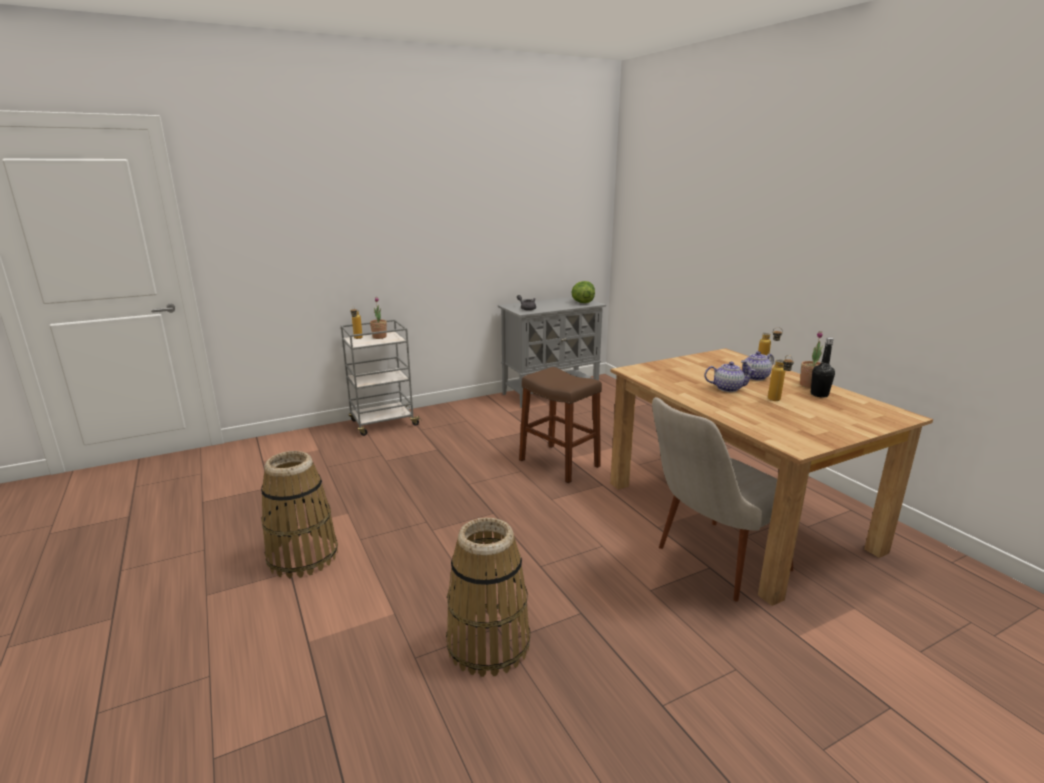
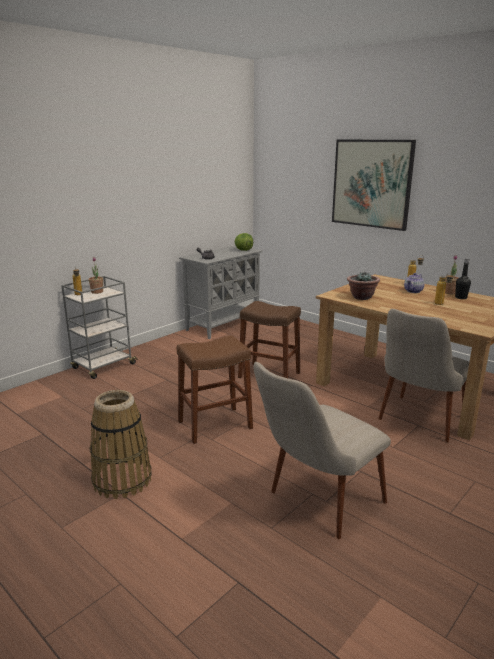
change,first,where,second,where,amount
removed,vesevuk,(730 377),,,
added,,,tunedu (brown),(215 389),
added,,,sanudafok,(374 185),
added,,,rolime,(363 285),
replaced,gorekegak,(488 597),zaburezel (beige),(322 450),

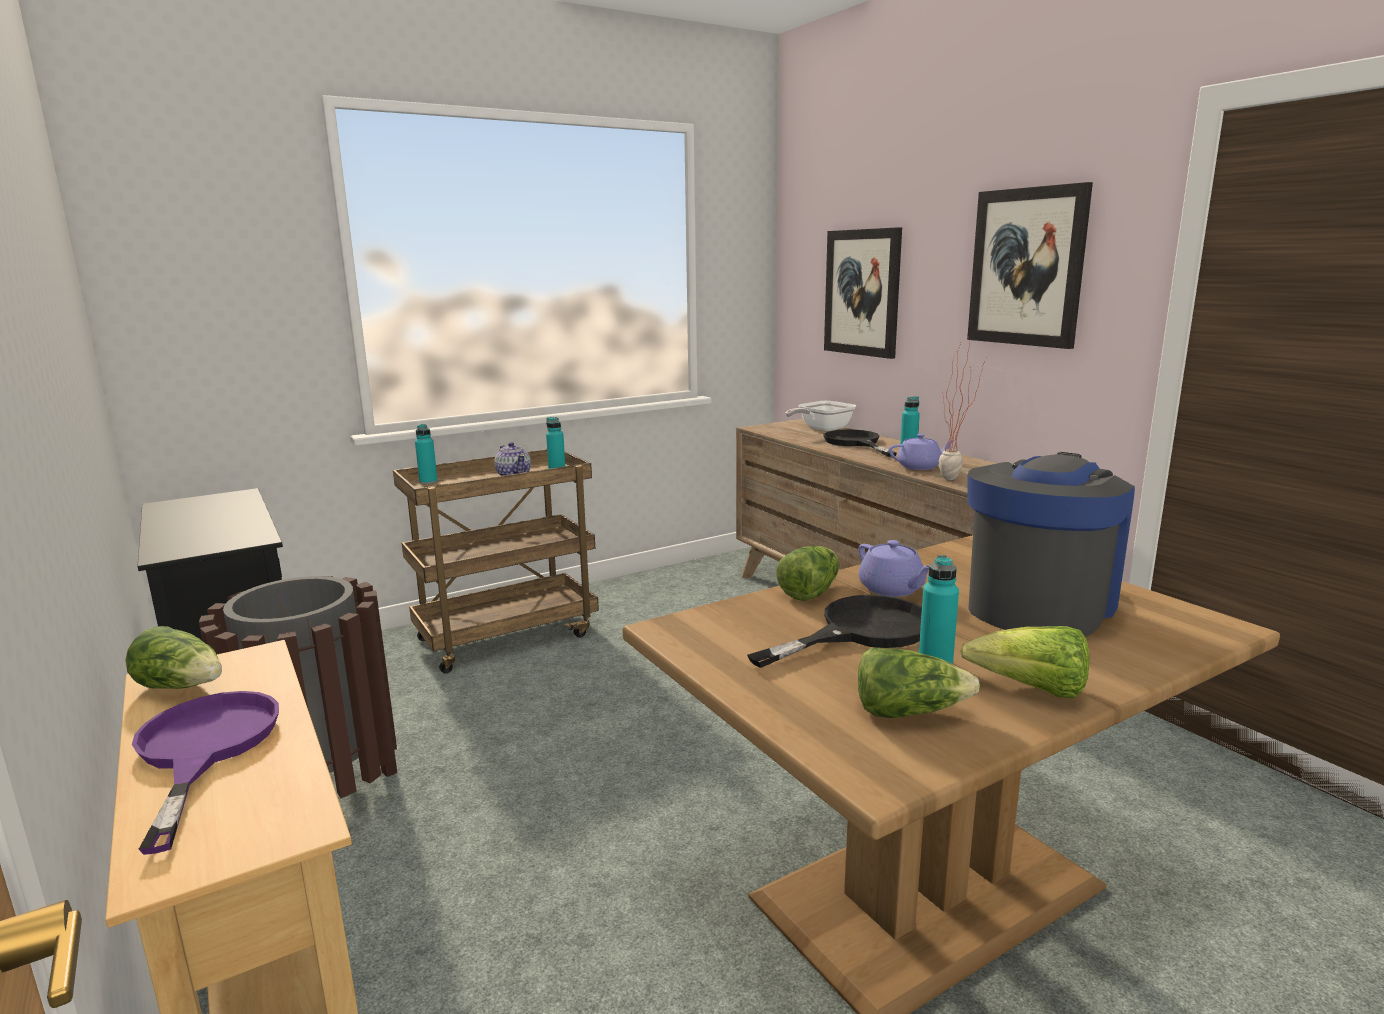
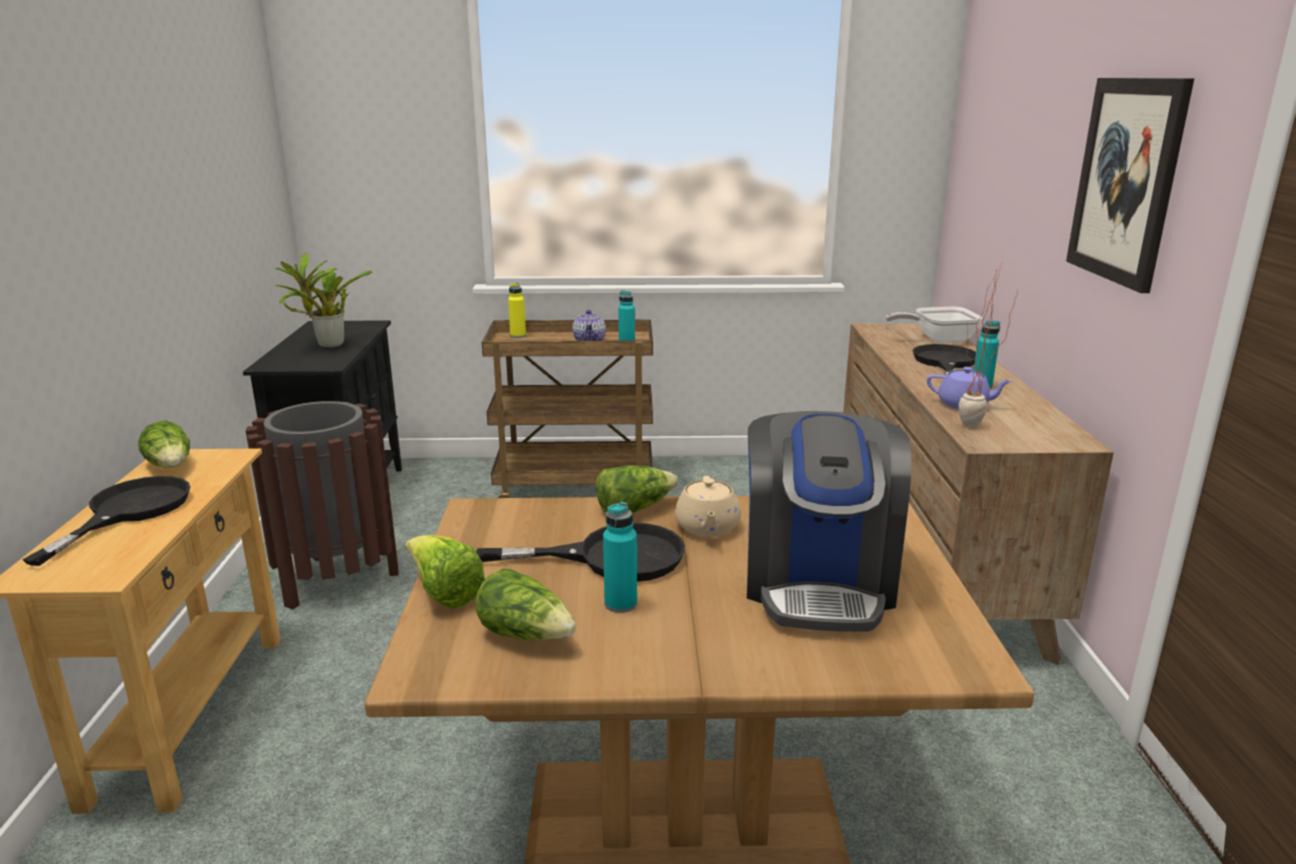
change,first,where,second,where,amount
removed,sanudafok,(863 293),,,
added,,,rolime,(324 300),
moved,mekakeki,(1025 662),,(445 572),
recoloured,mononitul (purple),(205 773),mononitul (black),(106 521),
recoloured,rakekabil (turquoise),(426 454),rakekabil (yellow),(517 310),
recoloured,vesevuk (purple),(894 568),vesevuk (beige),(708 506),
turned,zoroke,(1051 544),,(829 521),120 degrees clockwise

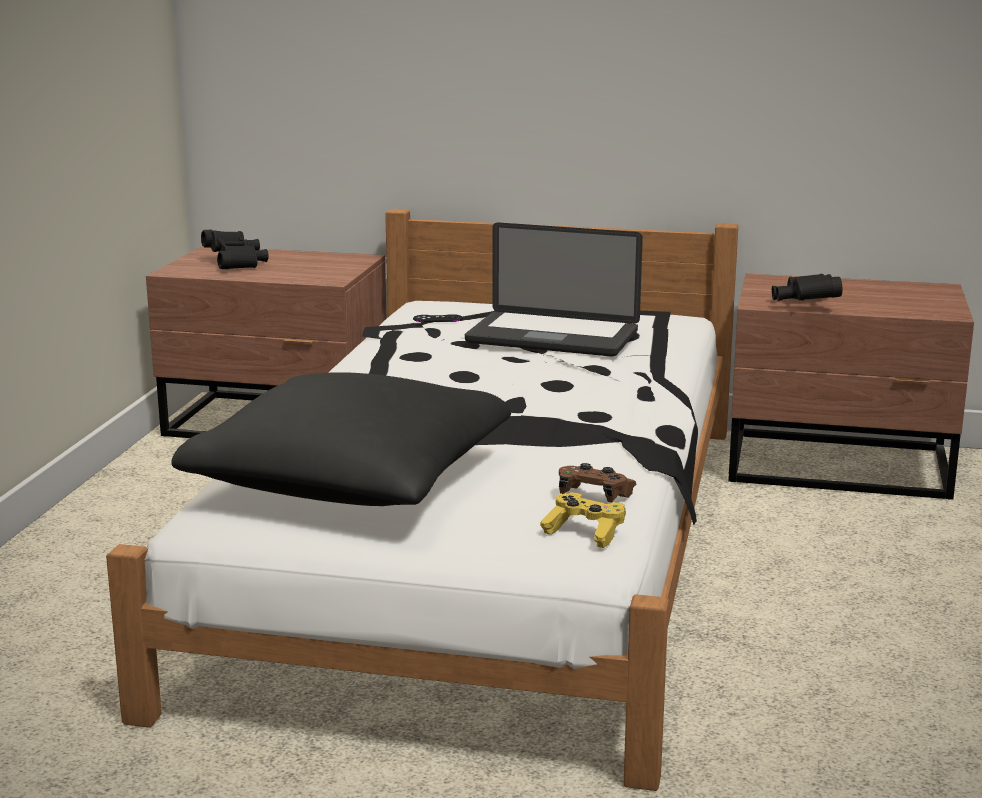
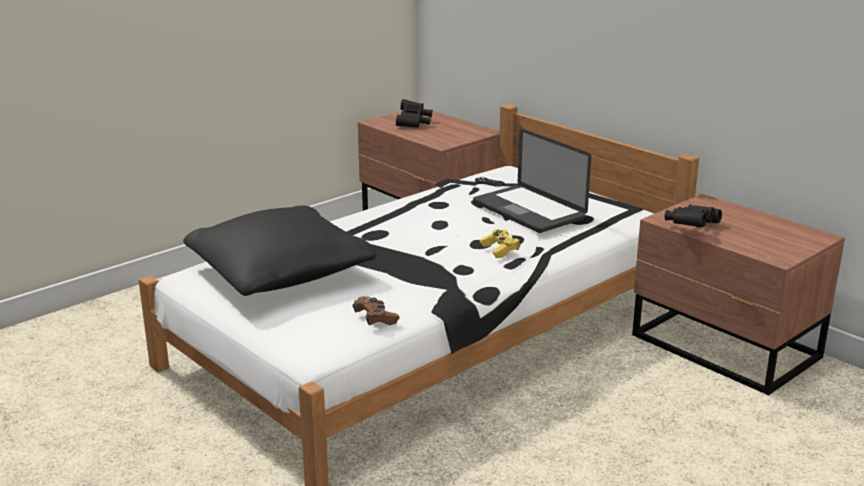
change,first,where,second,where,amount
moved,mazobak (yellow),(582 520),,(500 243),

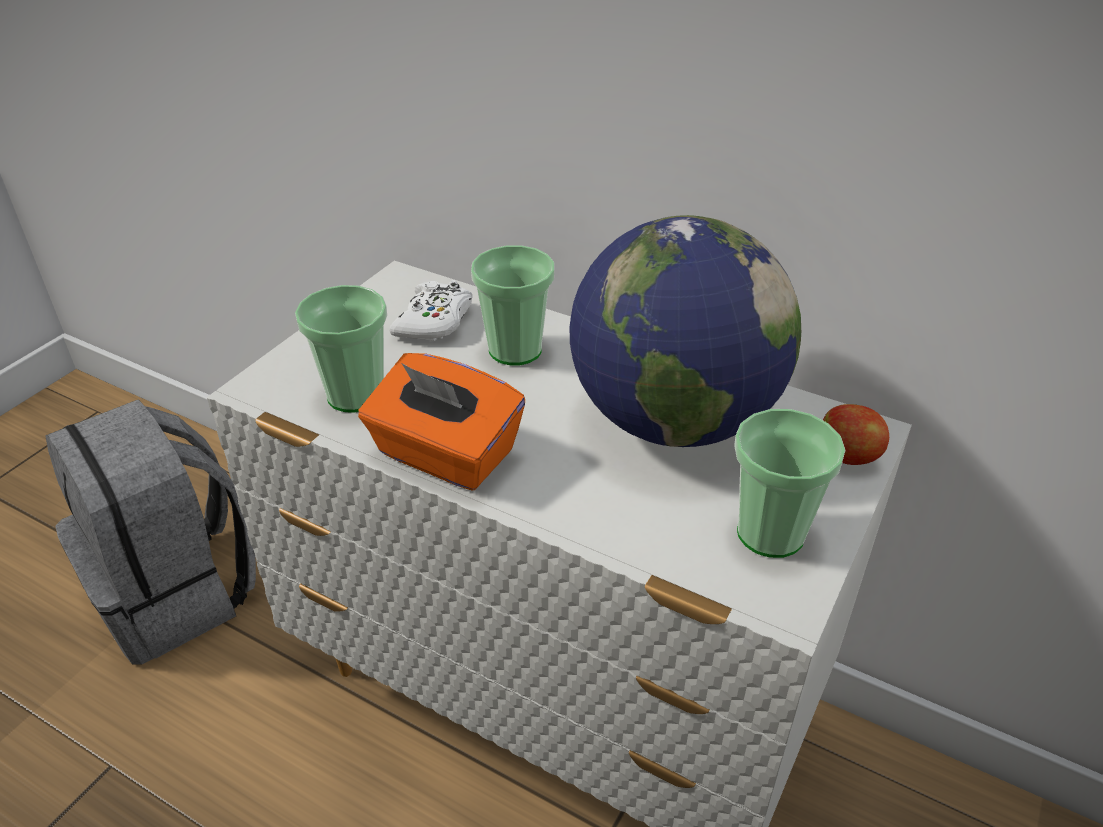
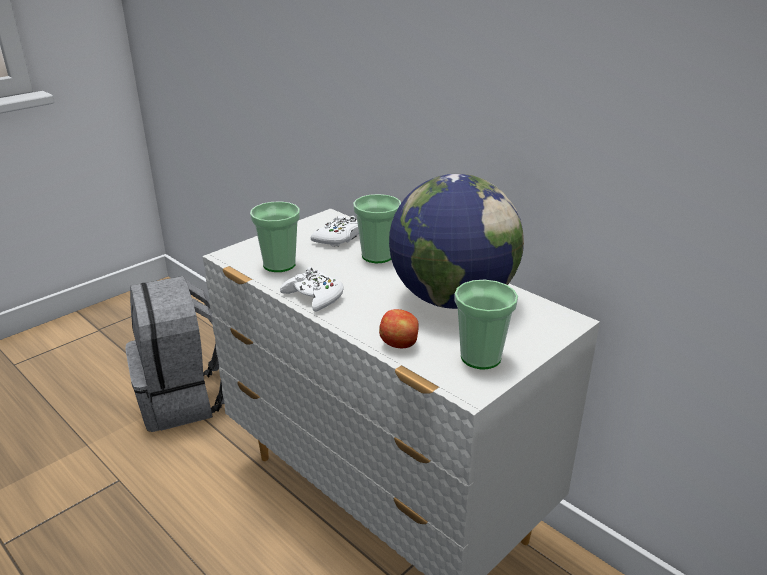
change,first,where,second,where,amount
moved,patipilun,(856 434),,(399 328),
replaced,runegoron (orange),(441 421),mazobak (white),(312 289),

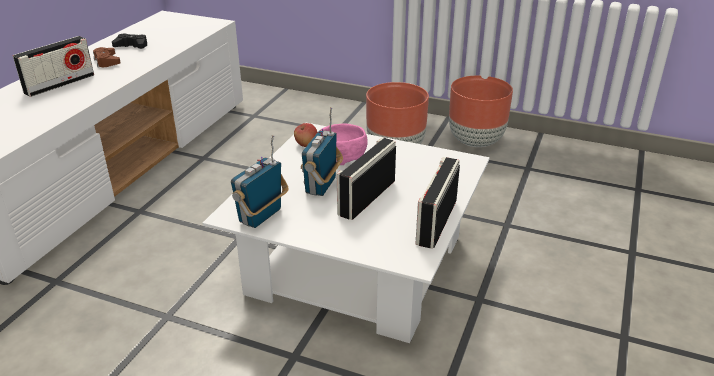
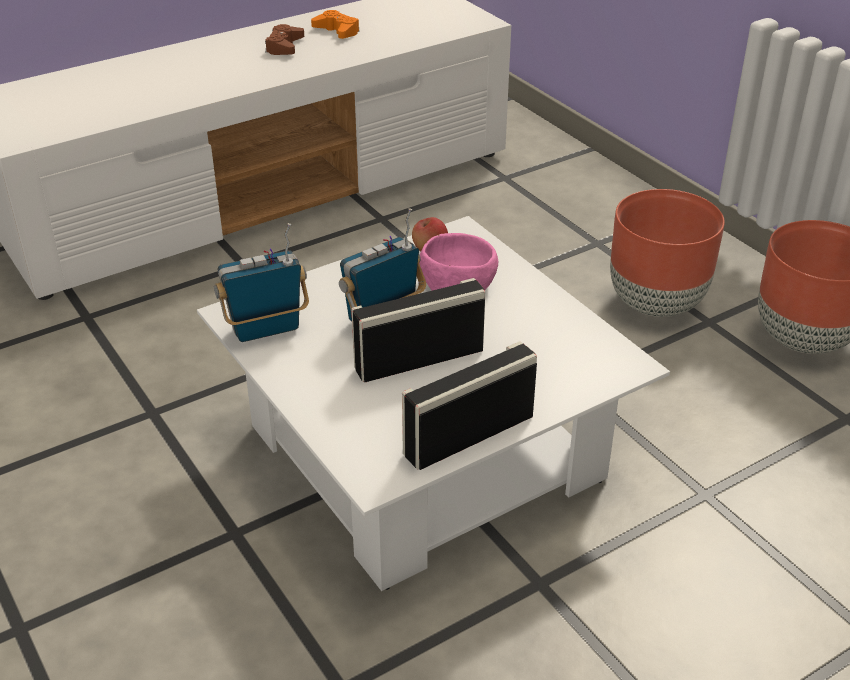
change,first,where,second,where,amount
removed,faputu,(53 66),,,
recoloured,mazobak (black),(129 41),mazobak (orange),(335 24),

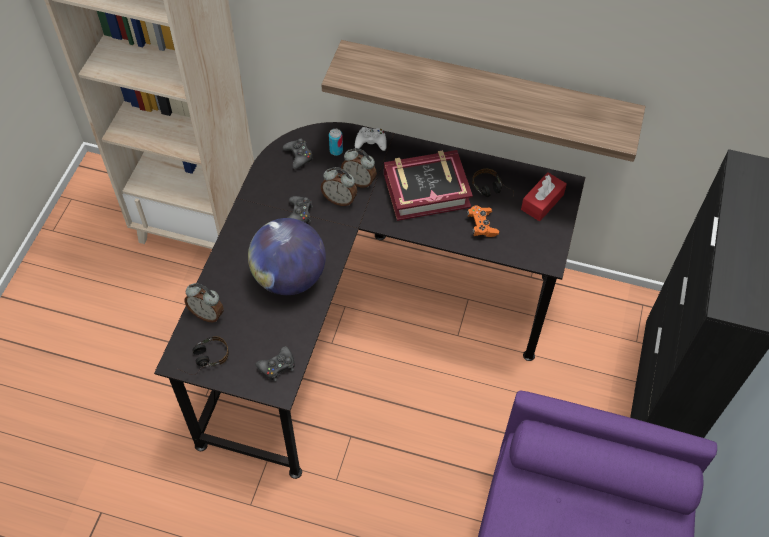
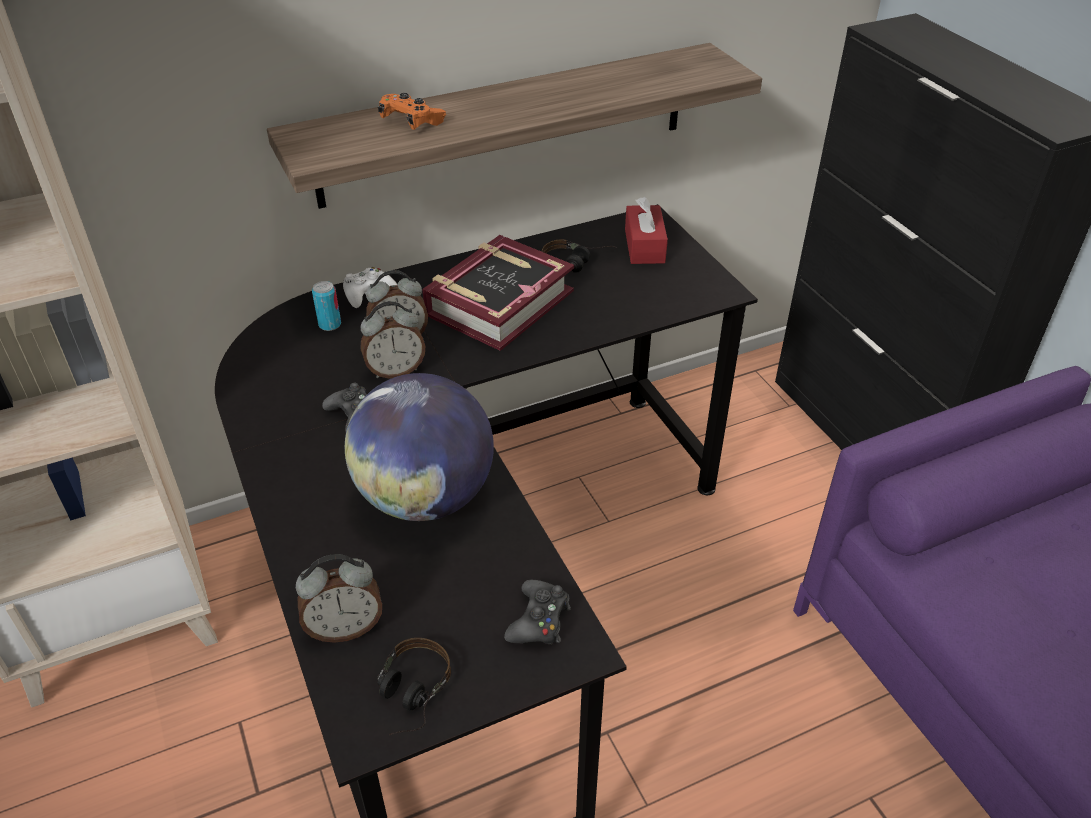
change,first,where,second,where,amount
removed,mazobak (black),(298 154),,,
moved,mazobak (orange),(483 221),,(412 111),

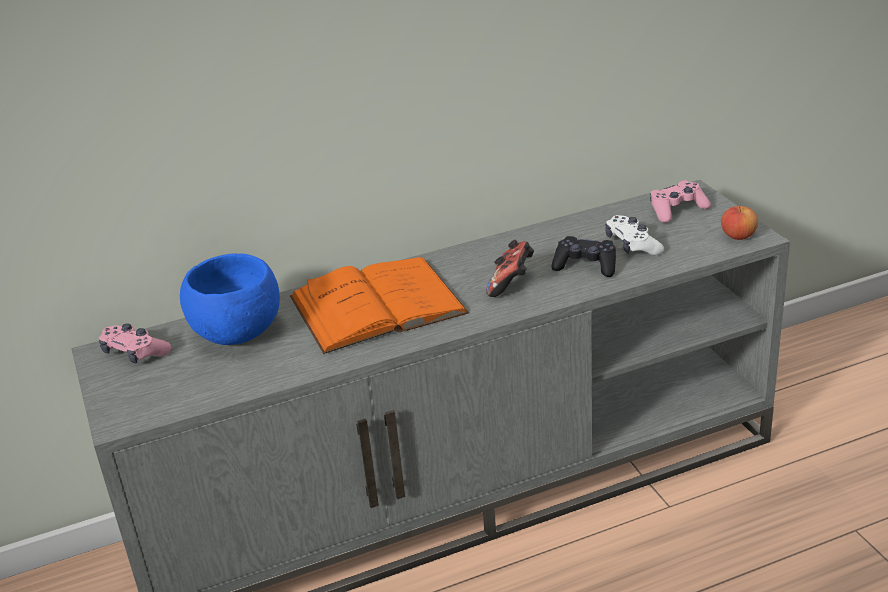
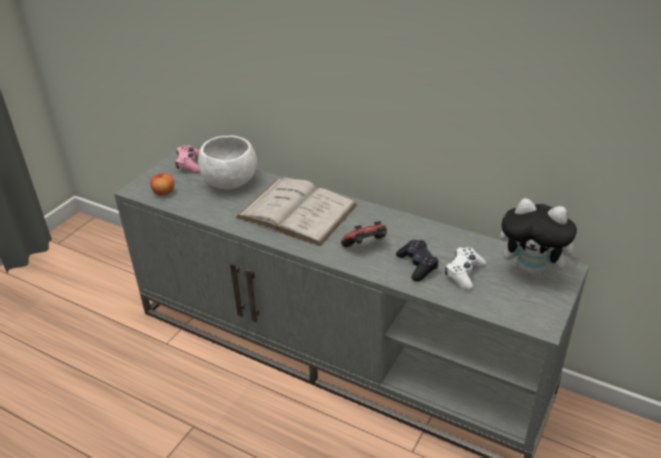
change,first,where,second,where,amount
moved,patipilun,(739 223),,(162 184),
replaced,mazobak (pink),(680 201),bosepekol,(541 239),
recoloured,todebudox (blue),(230 299),todebudox (white),(227 162),
recoloured,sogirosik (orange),(379 305),sogirosik (white),(297 211),

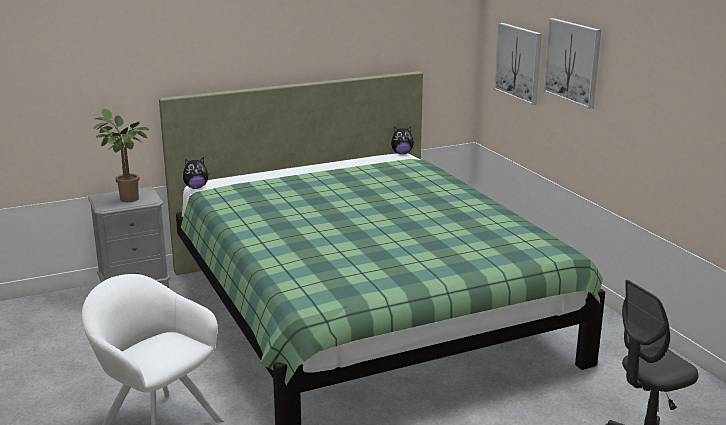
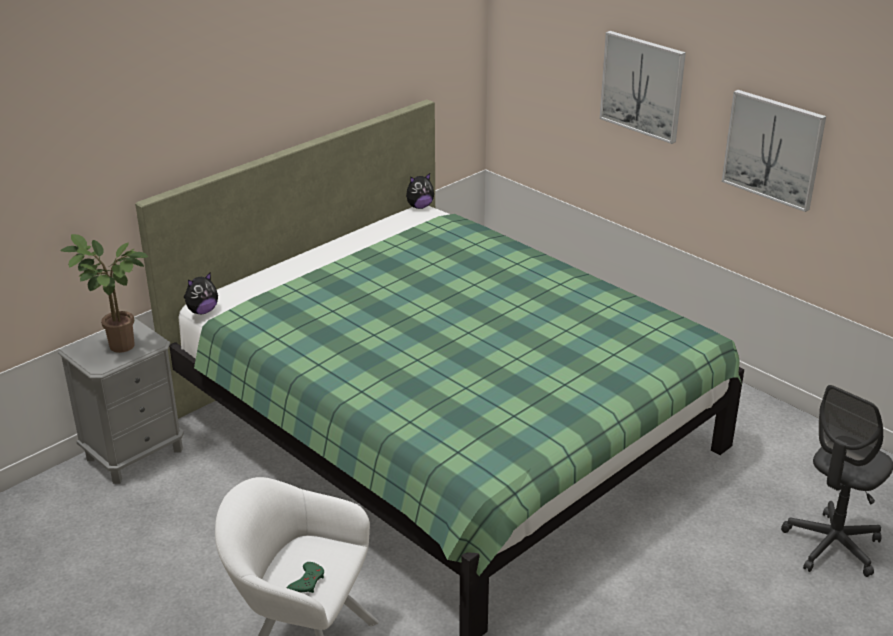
change,first,where,second,where,amount
added,,,mazobak (green),(305 577),
moved,sanudafok,(518 64),,(774 151),

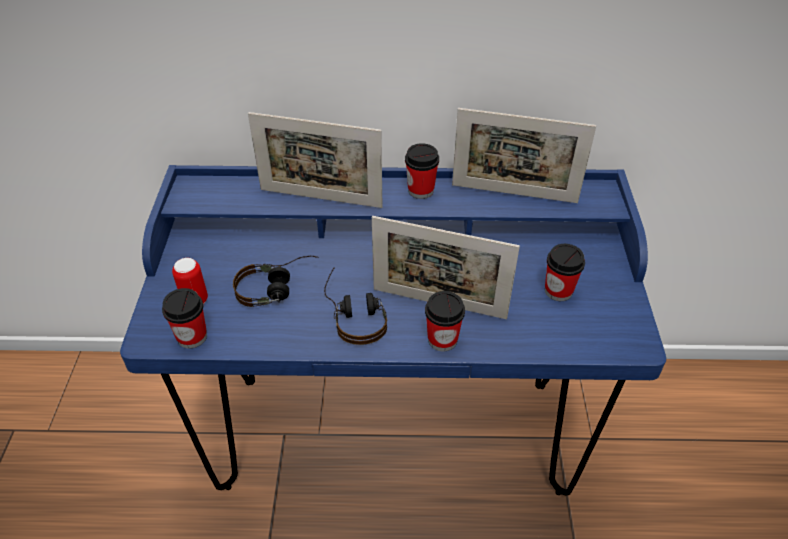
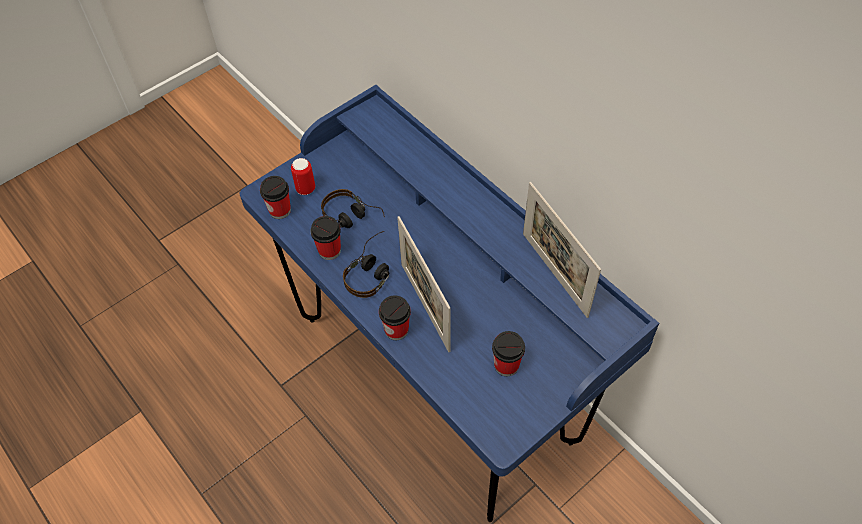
change,first,where,second,where,amount
removed,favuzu,(315 160),,,
moved,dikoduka,(422 171),,(325 238),

